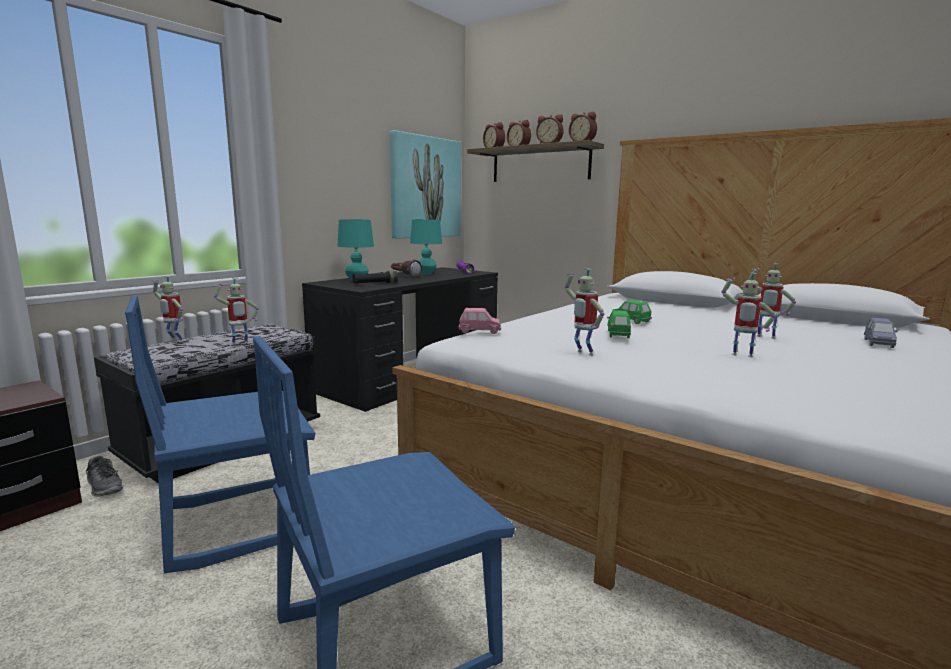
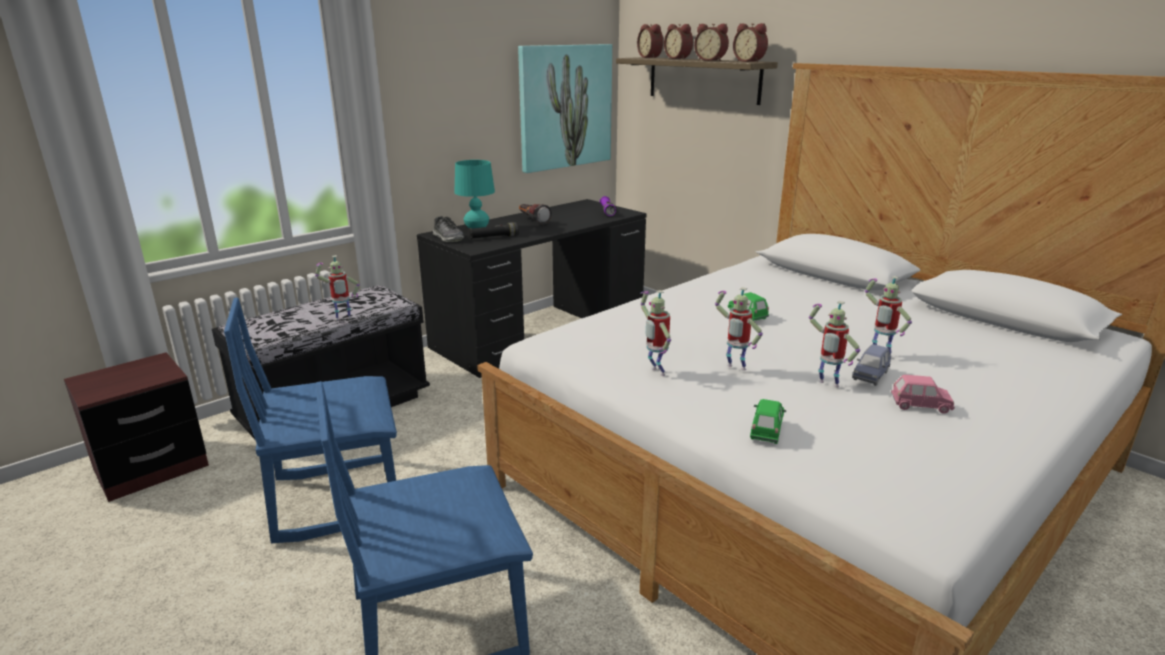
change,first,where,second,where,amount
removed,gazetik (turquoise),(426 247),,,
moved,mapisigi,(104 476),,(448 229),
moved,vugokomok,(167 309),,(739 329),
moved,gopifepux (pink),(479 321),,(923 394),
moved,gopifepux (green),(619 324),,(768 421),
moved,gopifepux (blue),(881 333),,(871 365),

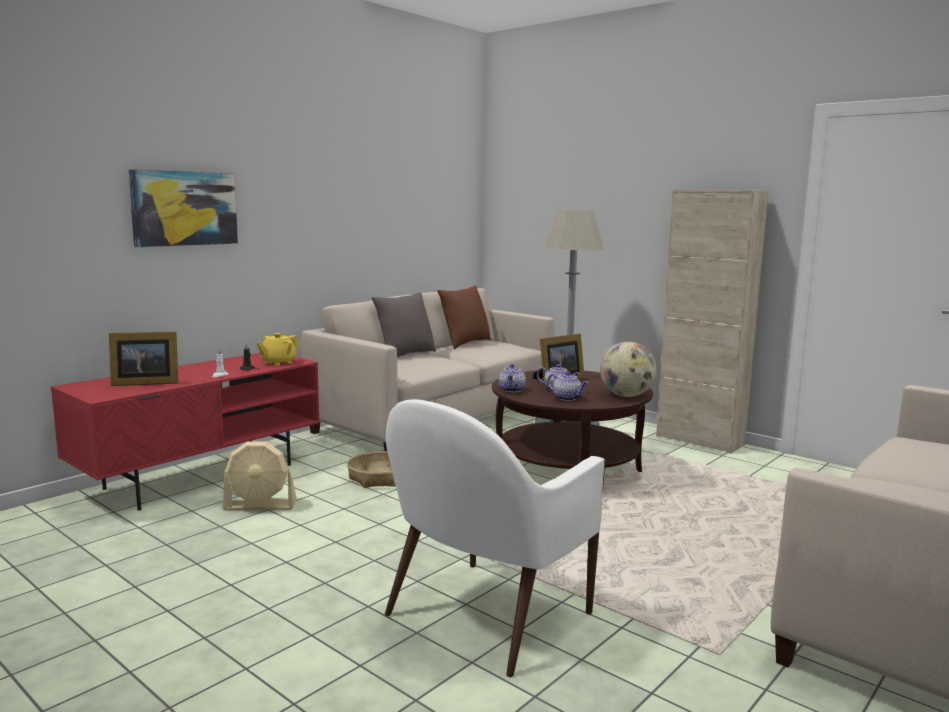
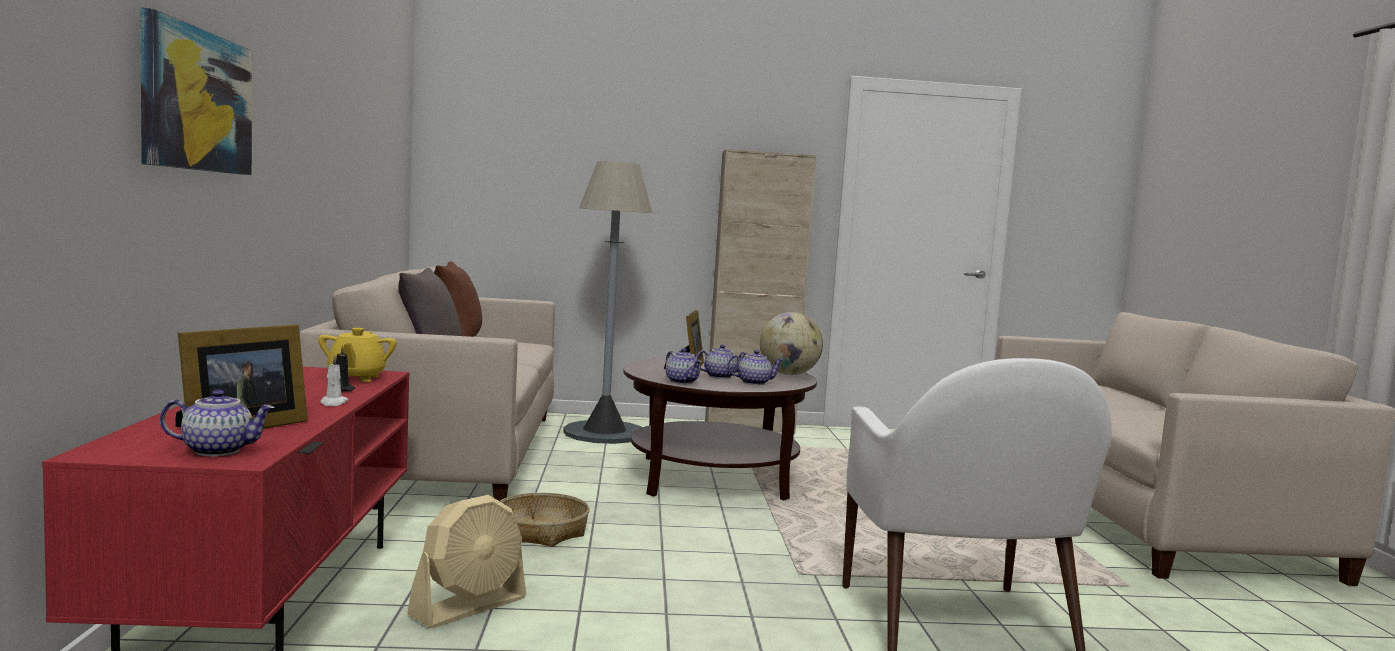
change,first,where,second,where,amount
added,,,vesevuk,(217 422),

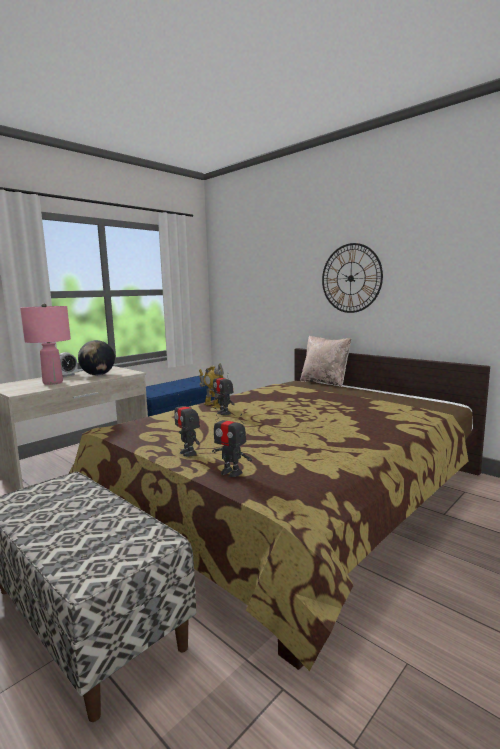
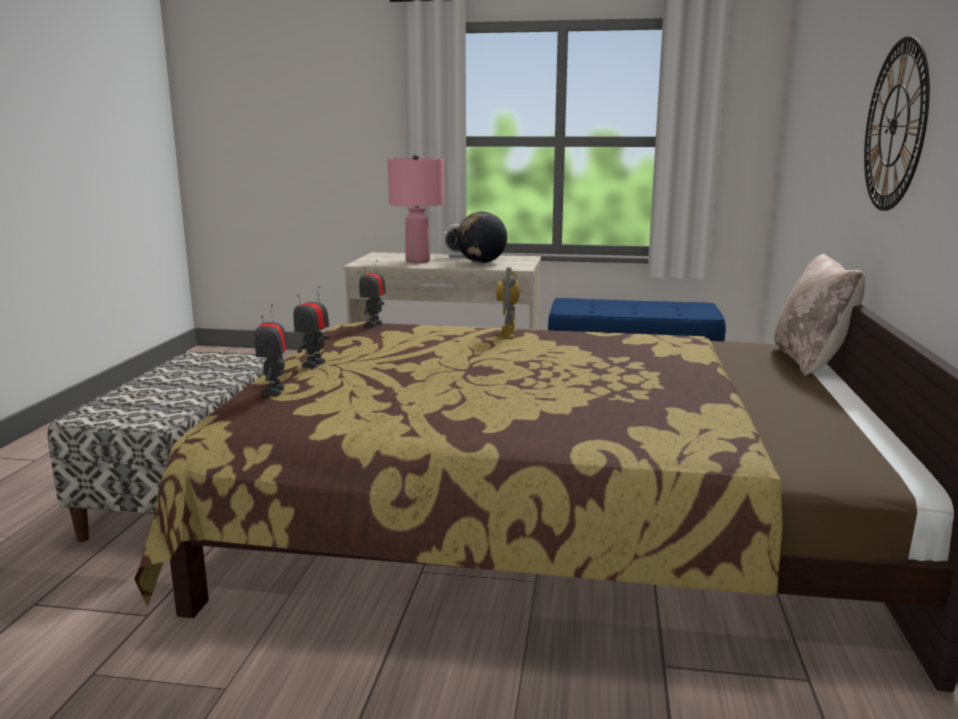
change,first,where,second,where,amount
moved,vugokomok,(224 392),,(372 293),

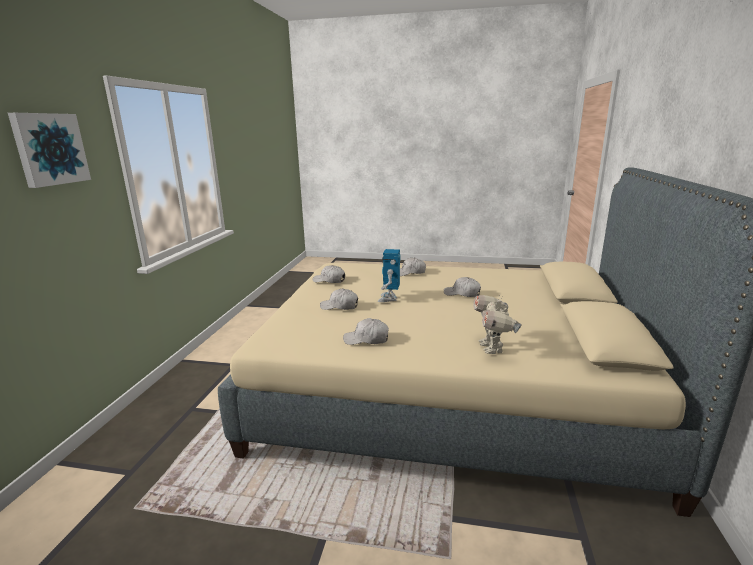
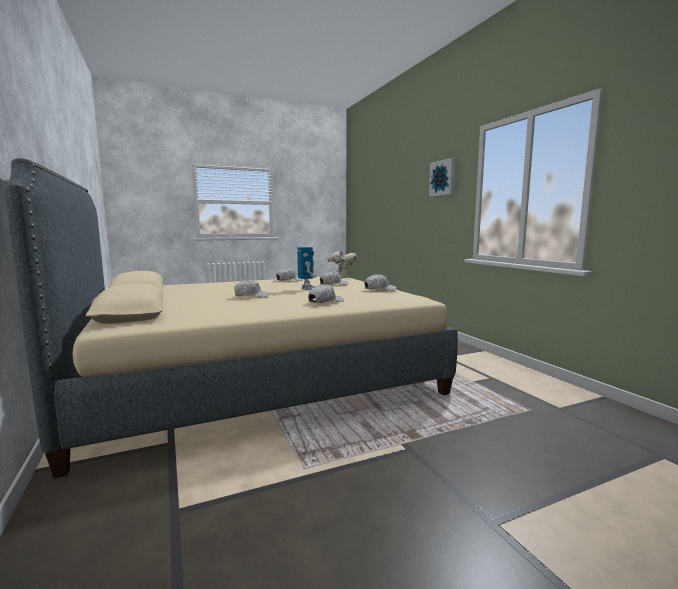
change,first,where,second,where,amount
moved,vugokomok,(497 324),,(342 264),

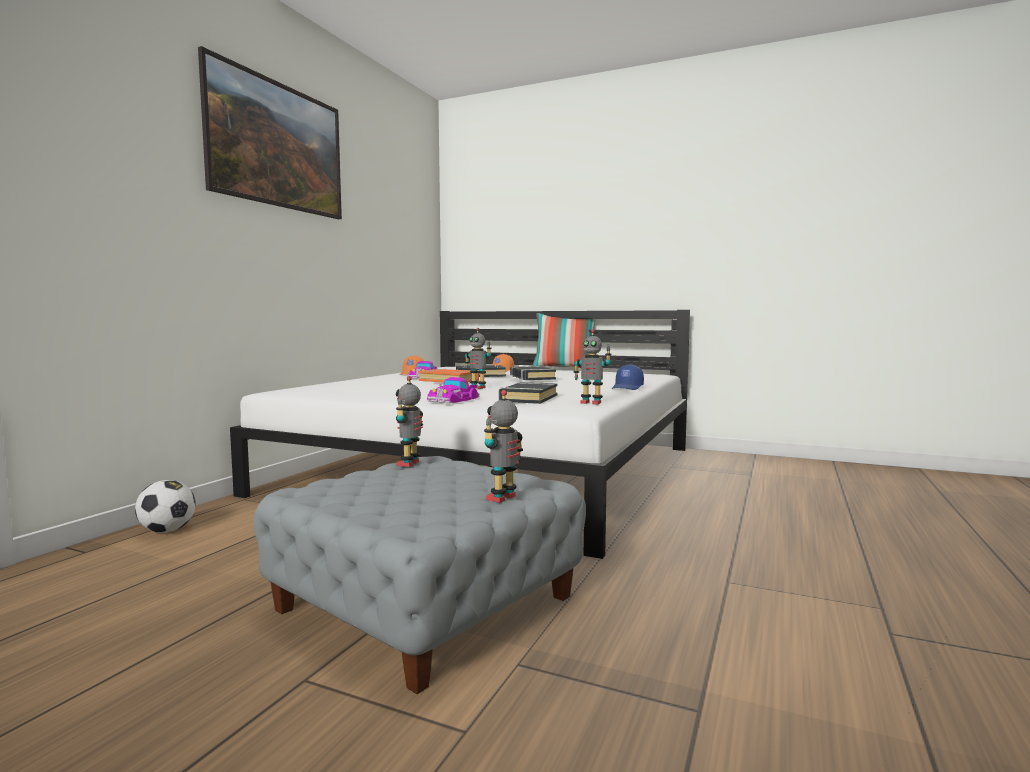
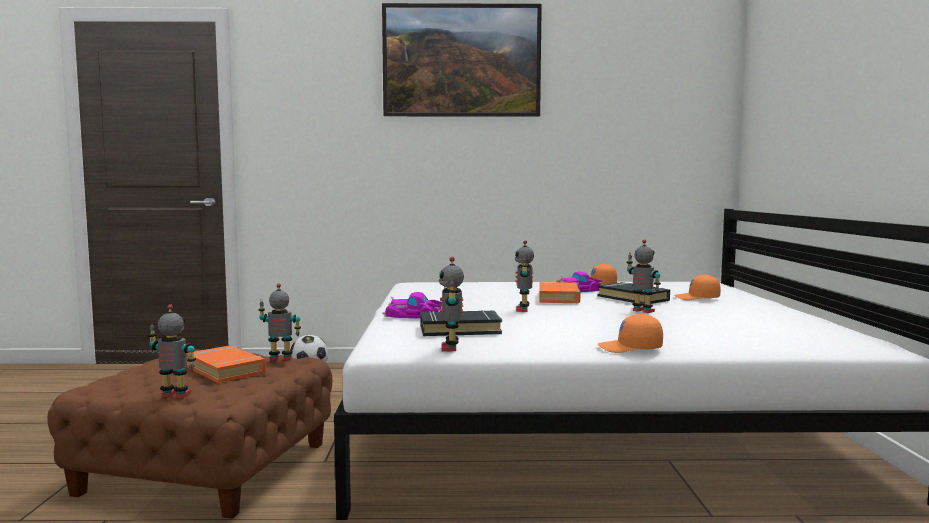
change,first,where,second,where,amount
removed,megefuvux,(564 340),,,
added,,,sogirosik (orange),(226 364),
replaced,sogirosik (black),(533 373),vugokomok,(643 276),
recoloured,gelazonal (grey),(419 575),gelazonal (brown),(189 434),
recoloured,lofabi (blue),(628 377),lofabi (orange),(630 333),

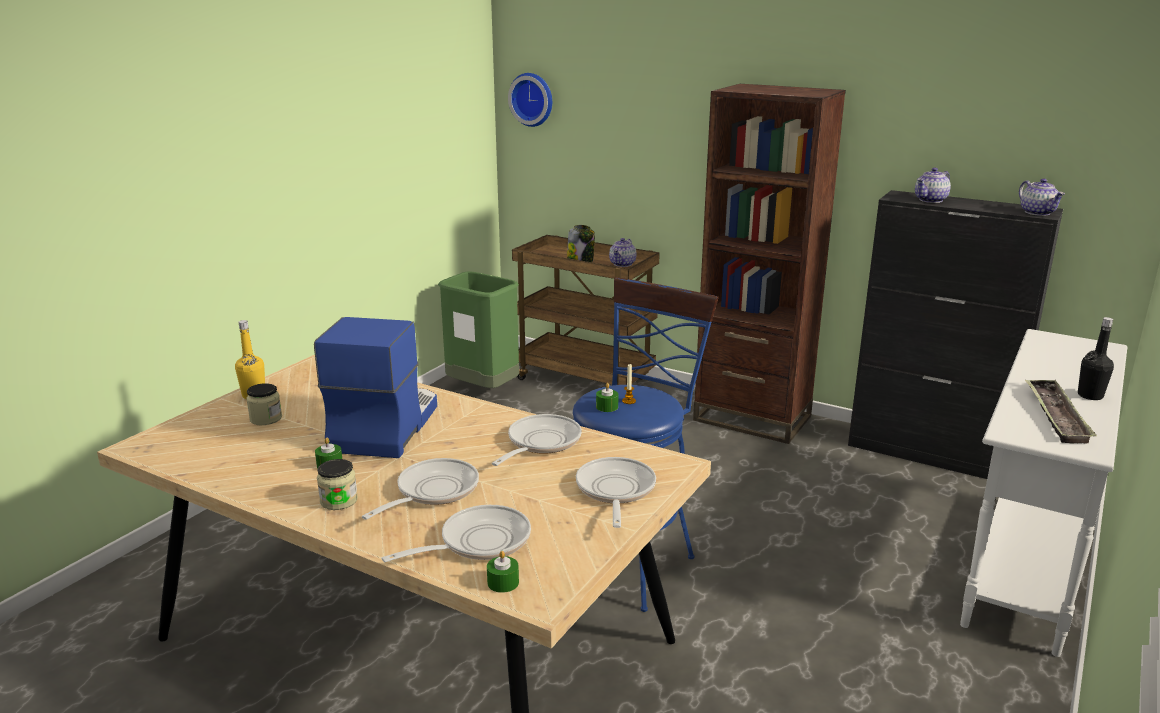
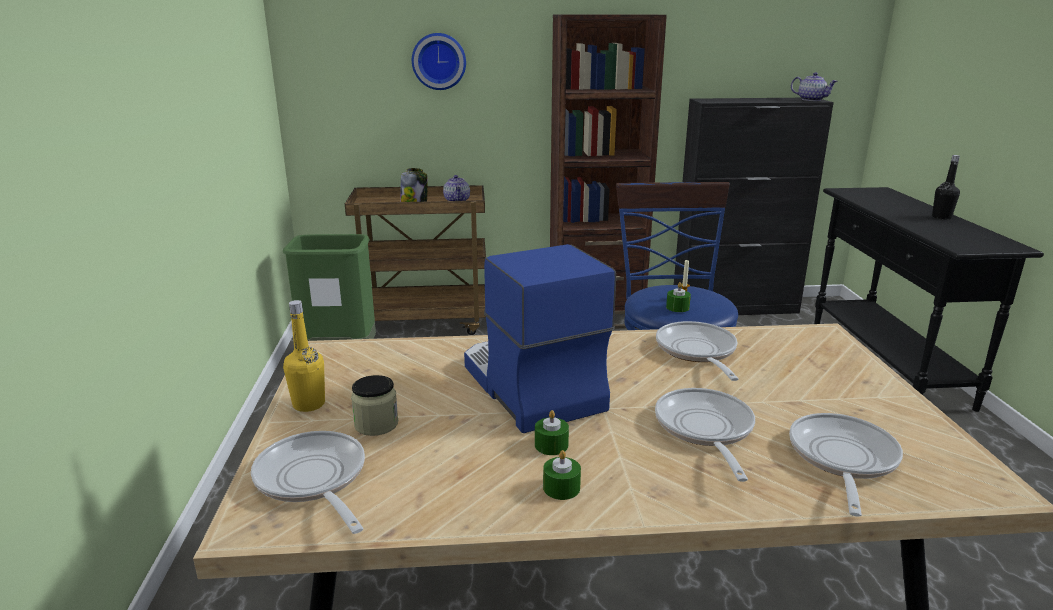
change,first,where,second,where,amount
removed,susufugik,(337 484),,,
removed,vesevuk,(933 185),,,
removed,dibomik,(1061 411),,,
moved,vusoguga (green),(503 572),,(562 475),
moved,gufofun,(530 100),,(439 61),
moved,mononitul,(616 492),,(308 482),
recoloured,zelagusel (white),(1043 493),zelagusel (black),(929 299),

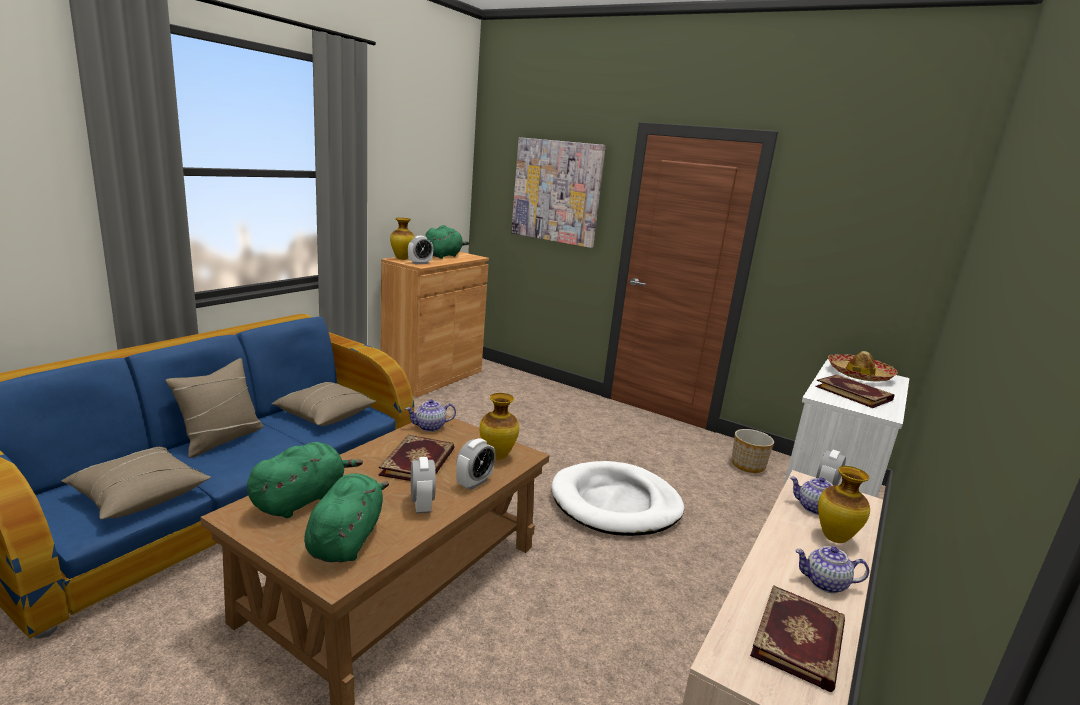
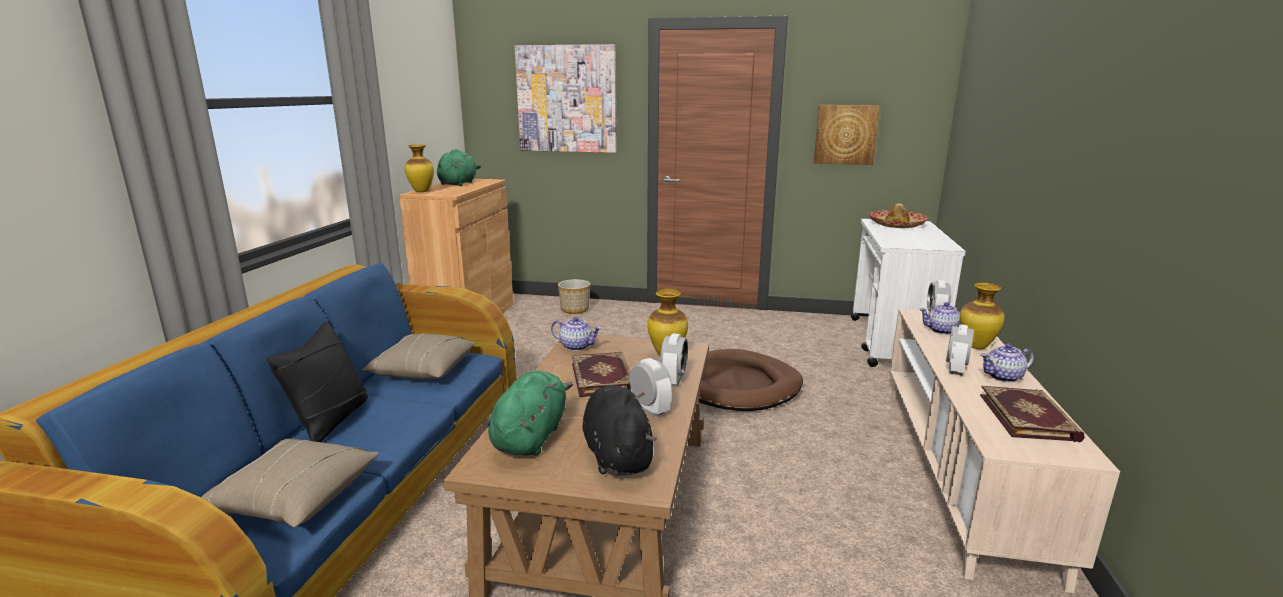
change,first,where,second,where,amount
removed,sogirosik,(854 391),,,
added,,,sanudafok,(847 135),
moved,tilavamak,(420 250),,(960 350),
moved,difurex,(753 451),,(574 296),
recoloured,megefuvux (beige),(214 408),megefuvux (black),(317 381),
recoloured,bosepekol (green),(346 518),bosepekol (black),(619 430),
recoloured,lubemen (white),(617 498),lubemen (brown),(751 380),
turned,vesevuk,(430 415),,(576 334),120 degrees counterclockwise

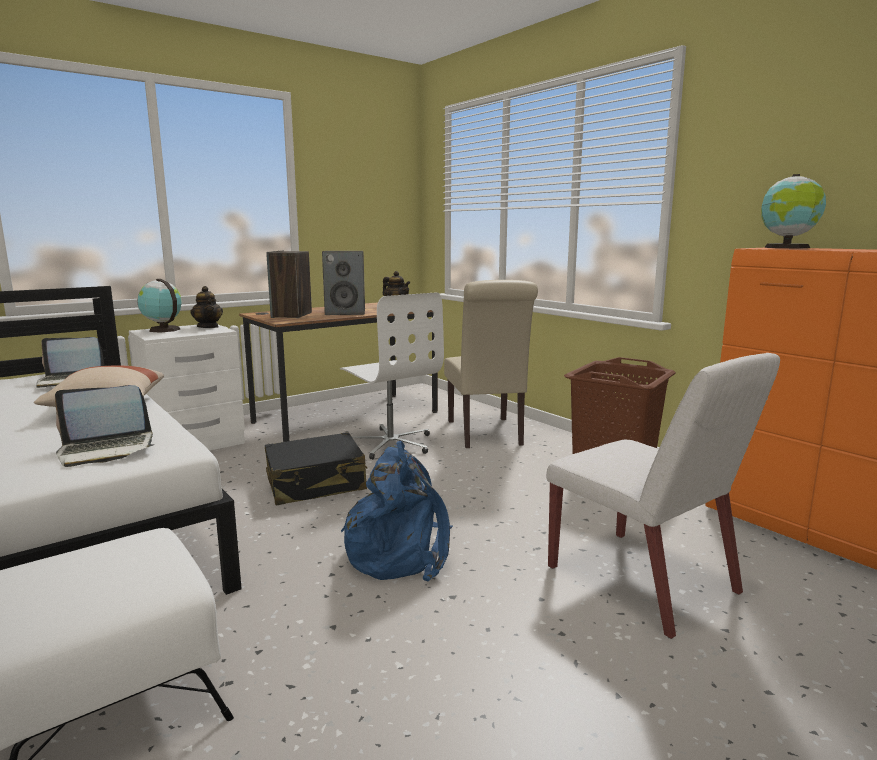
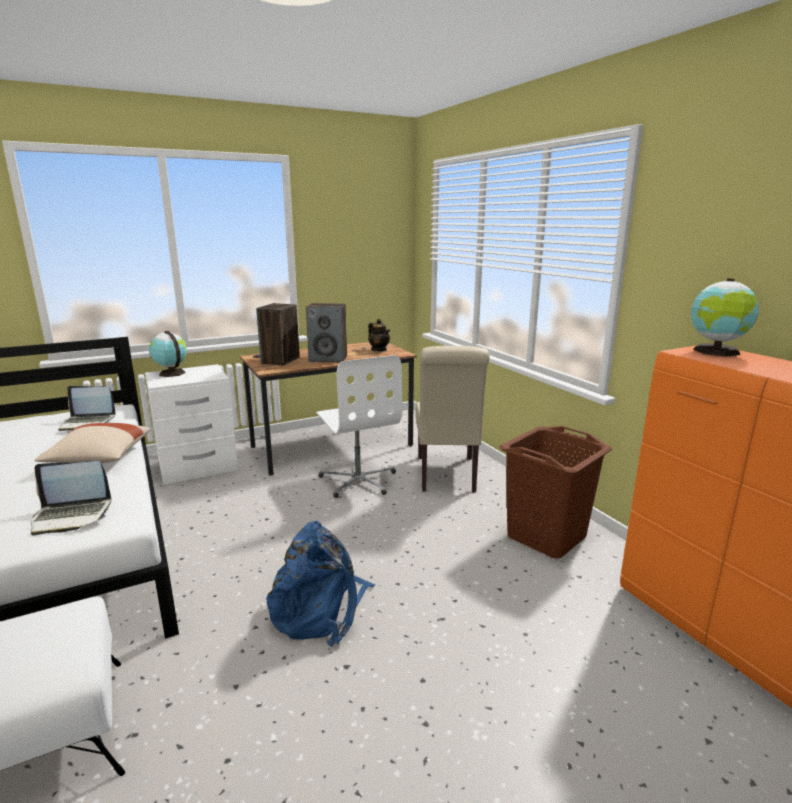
change,first,where,second,where,amount
removed,vesevuk,(206 307),,,
removed,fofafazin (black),(316 468),,,
removed,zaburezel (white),(663 496),,,

